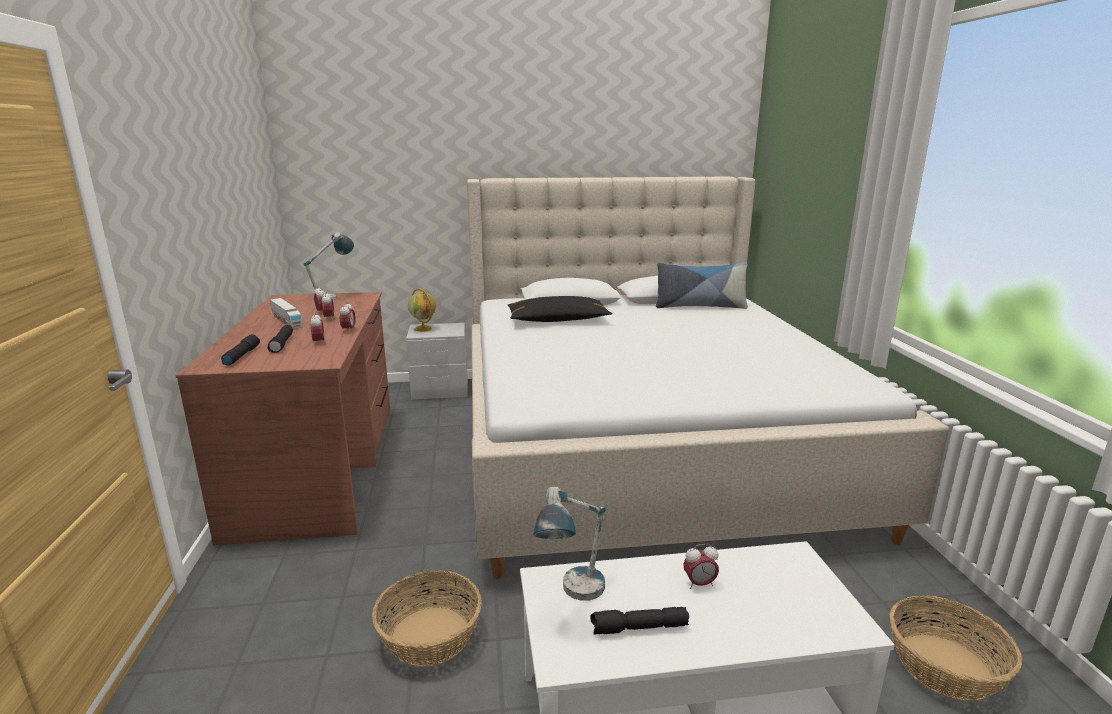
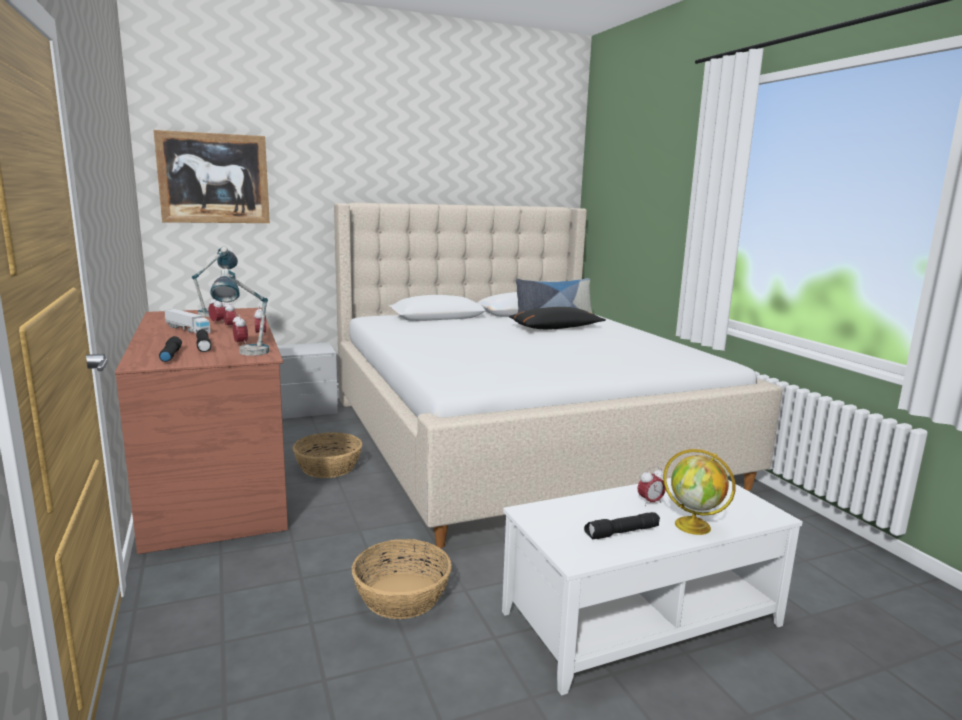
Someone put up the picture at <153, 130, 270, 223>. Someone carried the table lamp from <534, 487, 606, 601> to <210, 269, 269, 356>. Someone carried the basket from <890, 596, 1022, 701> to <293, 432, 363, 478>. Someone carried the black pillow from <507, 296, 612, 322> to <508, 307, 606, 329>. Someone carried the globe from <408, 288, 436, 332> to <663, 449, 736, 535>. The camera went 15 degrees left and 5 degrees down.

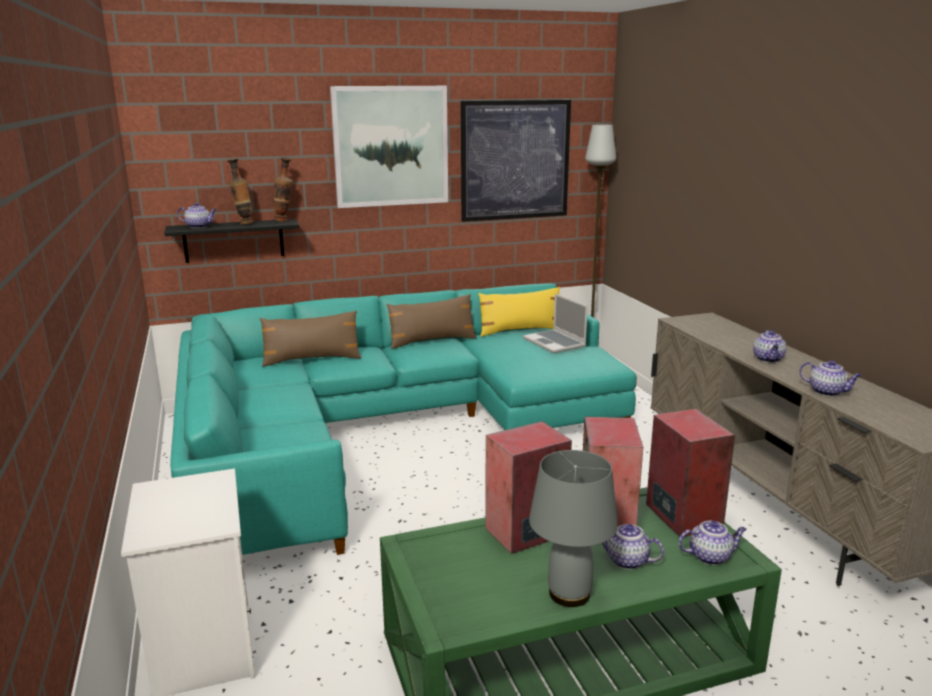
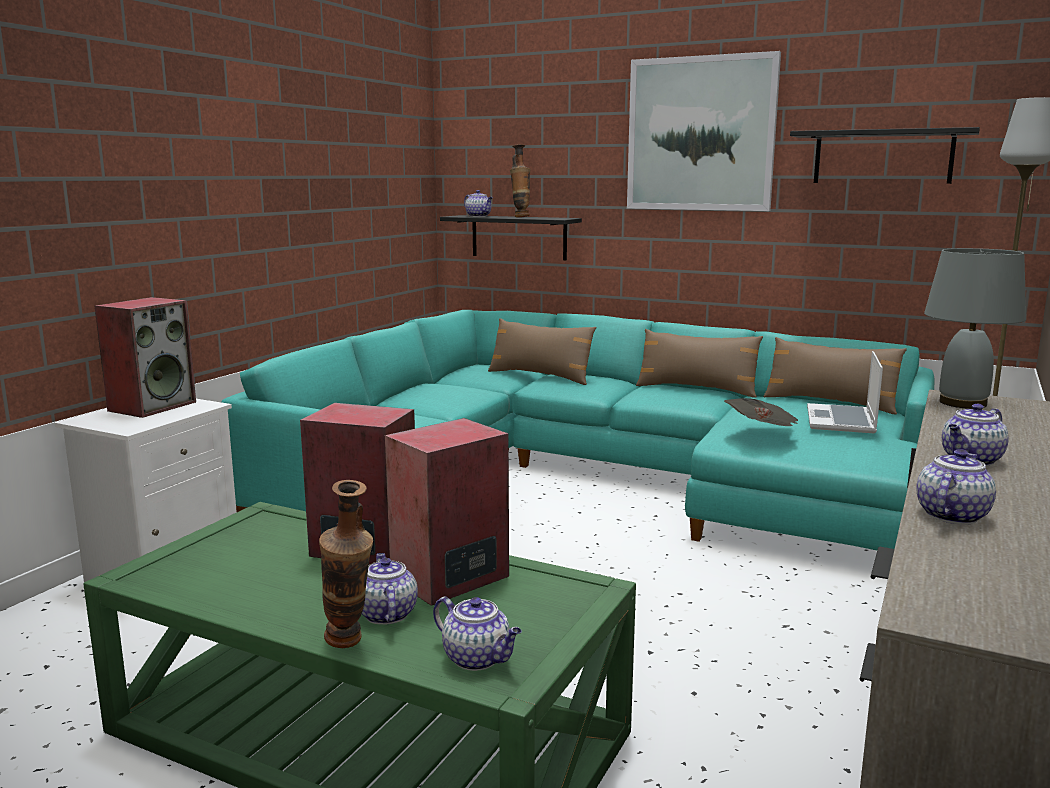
Someone carried the speaker from <646, 409, 735, 537> to <95, 297, 196, 418>. Someone carried the vase from <274, 157, 293, 222> to <319, 480, 373, 648>. Someone put down the newspaper at <724, 398, 798, 426>. Someone repainted the yellow pillow at <478, 287, 560, 337>, which became the brown pillow at <763, 337, 907, 414>. Someone swapped the picture at <461, 100, 571, 222> for the black shelf at <790, 127, 980, 184>. Someone rotated the teapot at <799, 360, 862, 396> by 135 degrees counterclockwise. Someone carried the grey table lamp from <529, 450, 618, 607> to <924, 248, 1026, 409>. The camera went 45 degrees right and 5 degrees down.

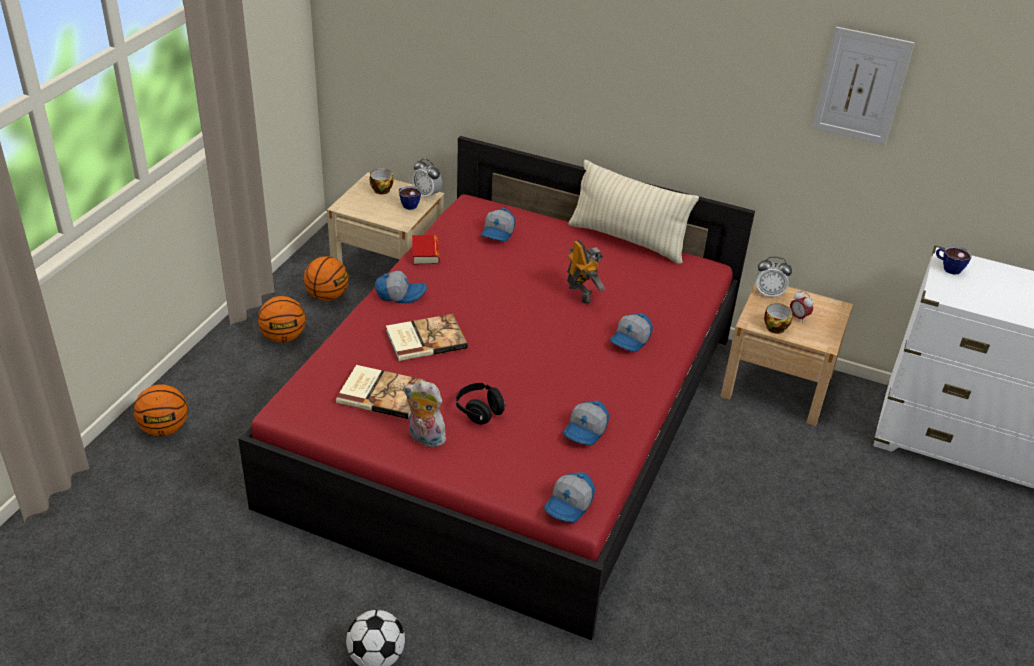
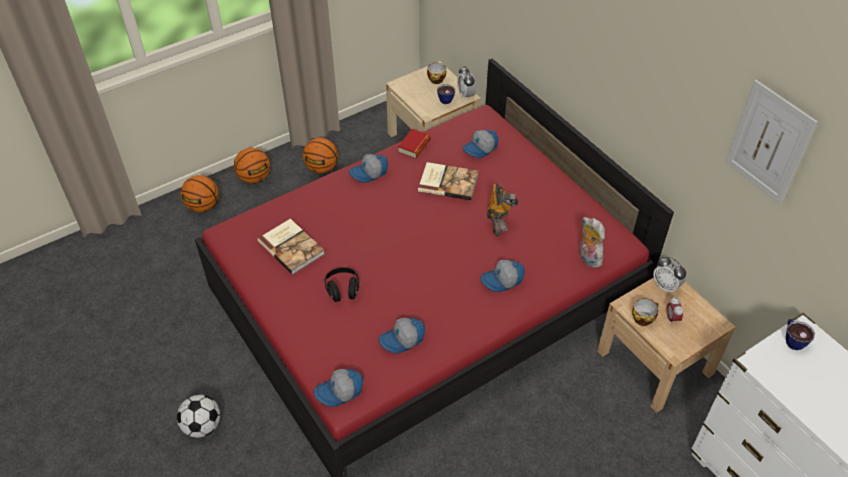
Someone carried the basketball from <304, 256, 349, 301> to <234, 148, 270, 183>. Someone rotated the cap at <375, 271, 427, 303> by 120 degrees clockwise. Someone carried the book from <386, 314, 468, 361> to <418, 162, 479, 200>. Someone carried the plush toy from <404, 380, 446, 447> to <579, 217, 605, 268>. Someone took away the beige pillow at <568, 160, 699, 264>. The camera went 35 degrees right and 10 degrees up.

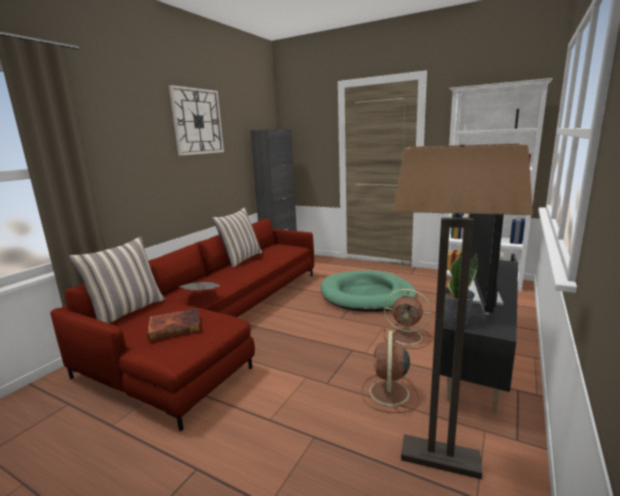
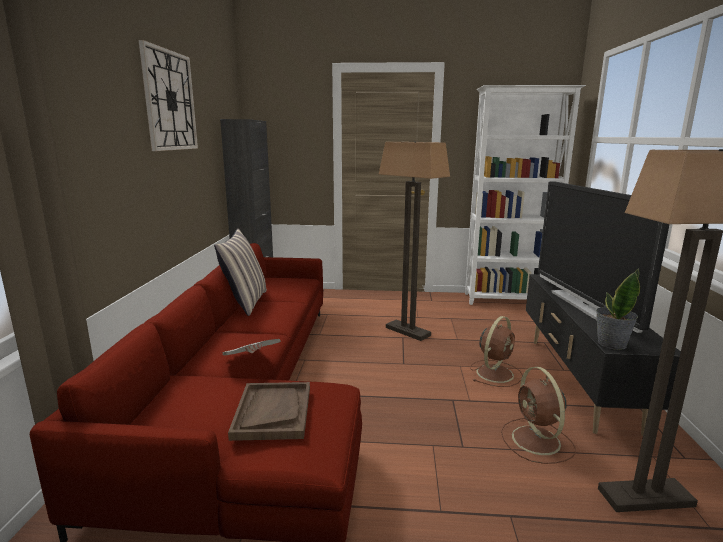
Someone swapped the book at <147, 308, 201, 341> for the brown tray at <228, 382, 310, 441>. Someone swapped the green dog bed at <321, 270, 416, 312> for the floor lamp at <379, 142, 450, 341>. Someone rotated the brown fan at <384, 289, 431, 349> by 45 degrees counterclockwise. Someone took away the pillow at <68, 237, 166, 323>. The camera went 25 degrees left and 0 degrees up.

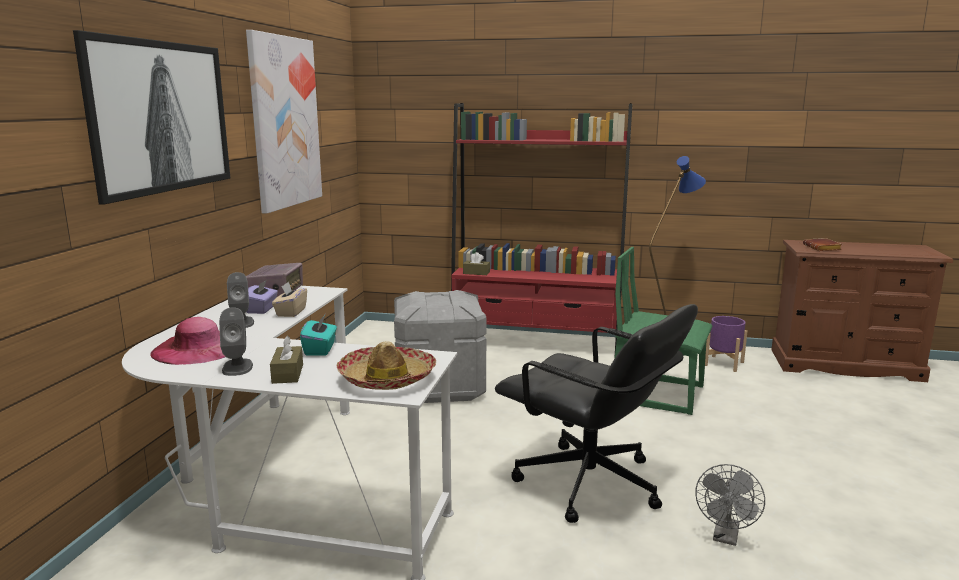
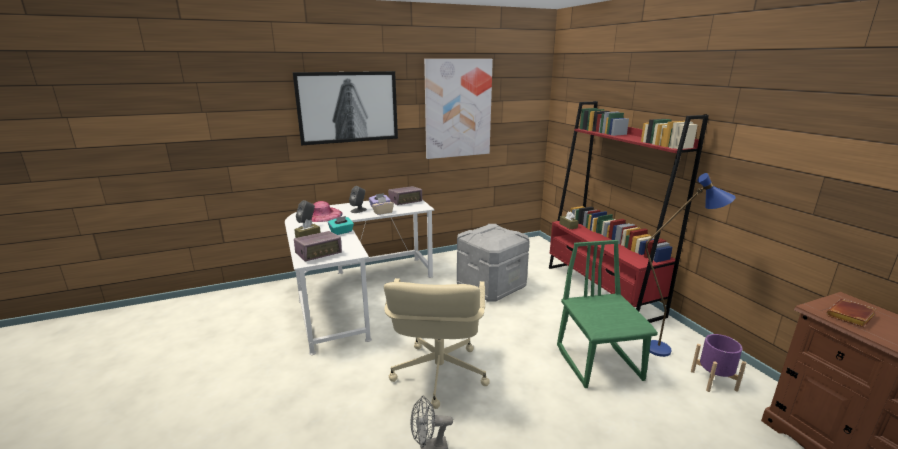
Someone swapped the hat at <337, 341, 436, 390> for the radio at <294, 231, 342, 262>. Someone repainted the black office chair at <495, 304, 698, 523>, which became the beige office chair at <384, 278, 490, 409>. The camera went 55 degrees right and 5 degrees up.

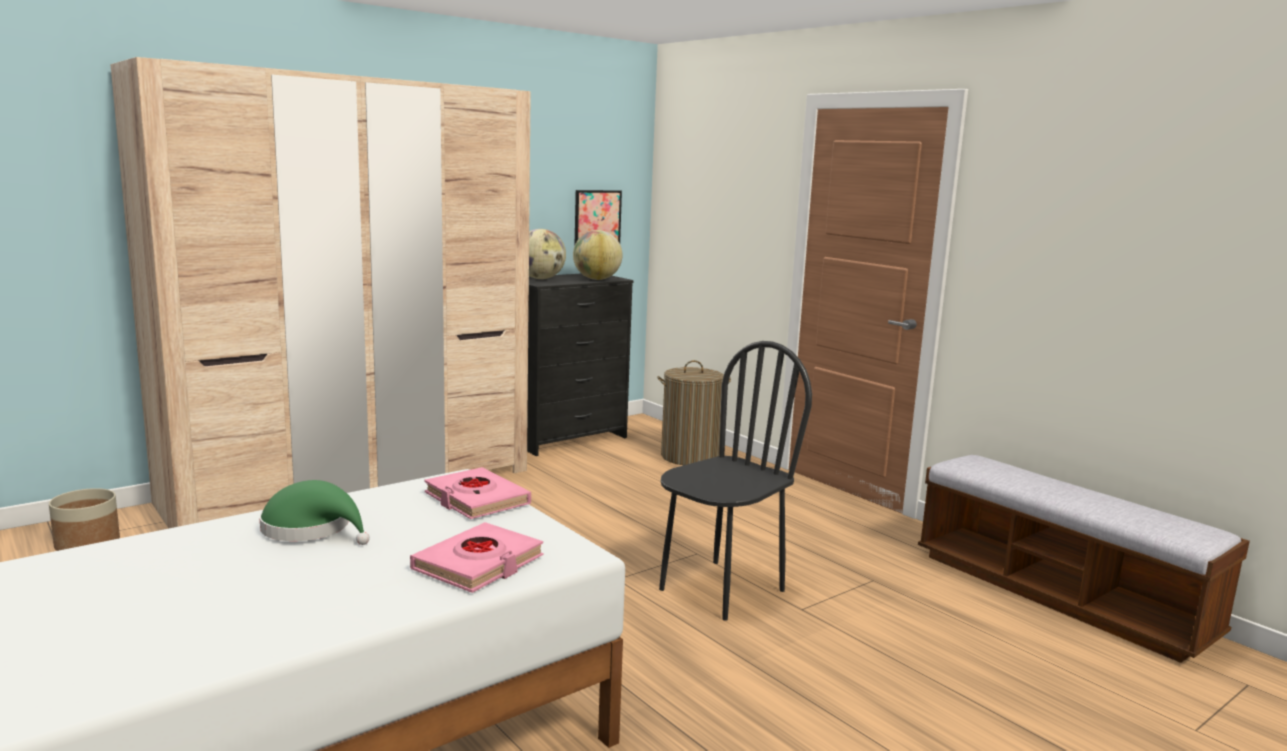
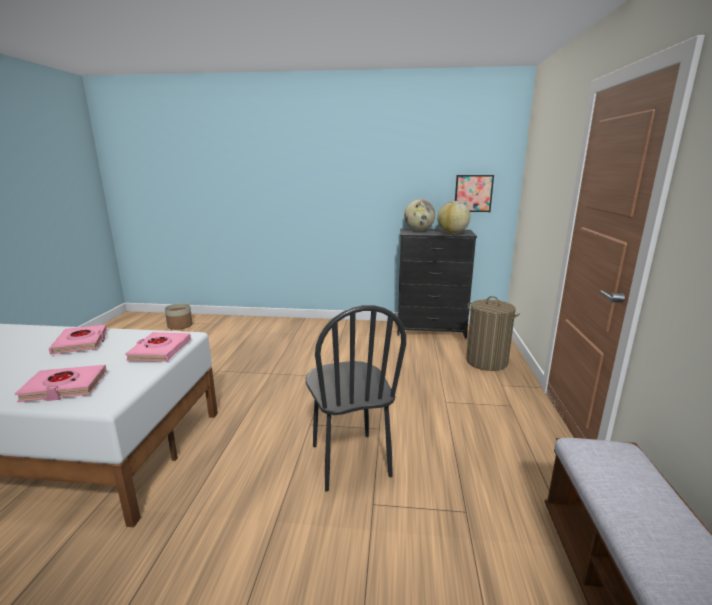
Someone swapped the green hat at <259, 480, 370, 545> for the pink book at <49, 324, 108, 355>. Someone rotated the black chair at <659, 341, 812, 621> by 75 degrees clockwise. Someone took away the beige wardrobe at <110, 57, 531, 528>. The camera went 45 degrees right and 5 degrees up.

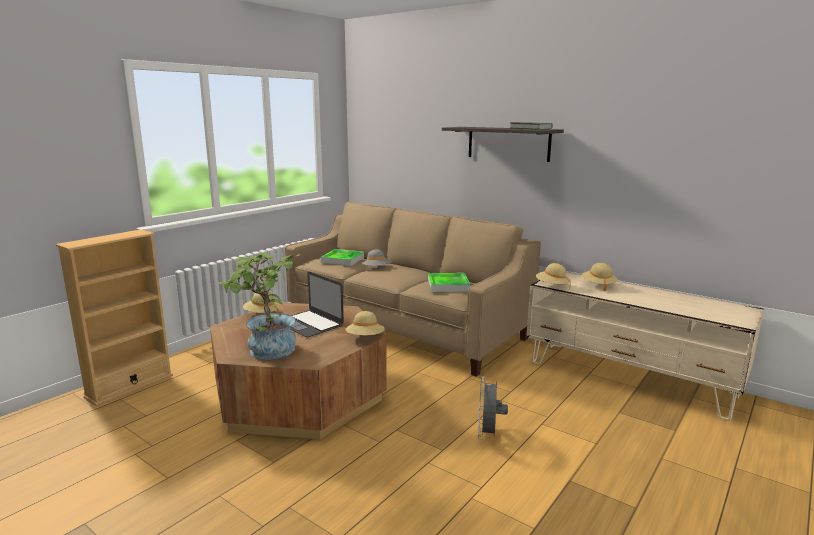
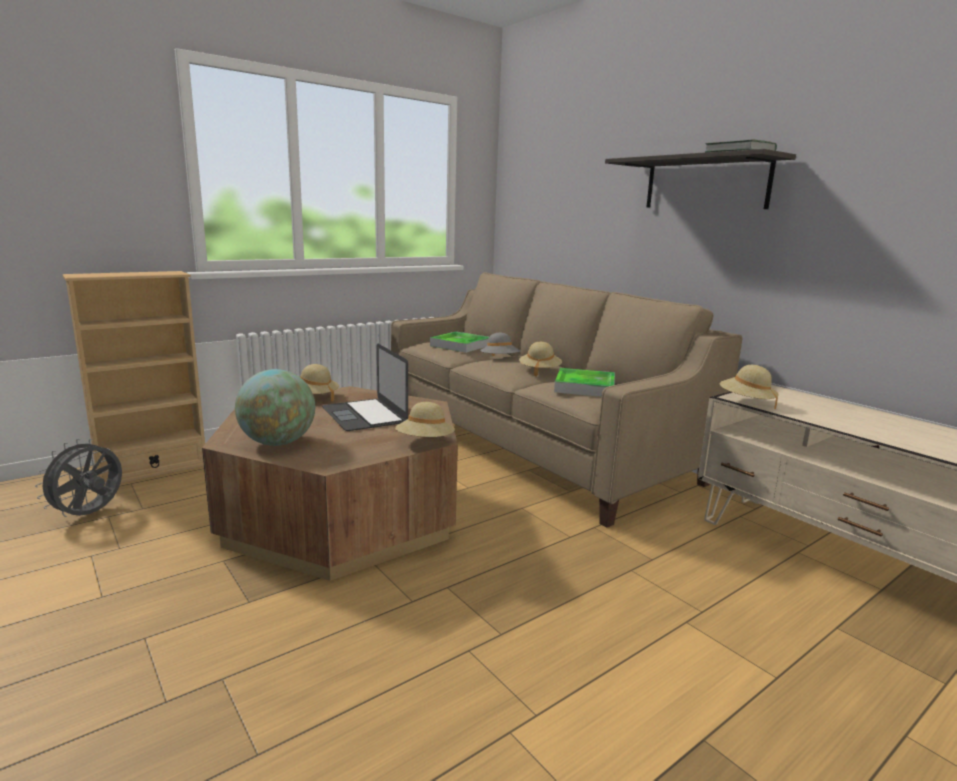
Someone carried the grey fan from <478, 376, 508, 440> to <35, 439, 122, 517>. Someone swapped the potted plant at <219, 253, 301, 360> for the globe at <235, 369, 315, 446>. Someone carried the beige hat from <582, 263, 618, 291> to <519, 342, 562, 377>. The camera went 15 degrees right and 0 degrees up.

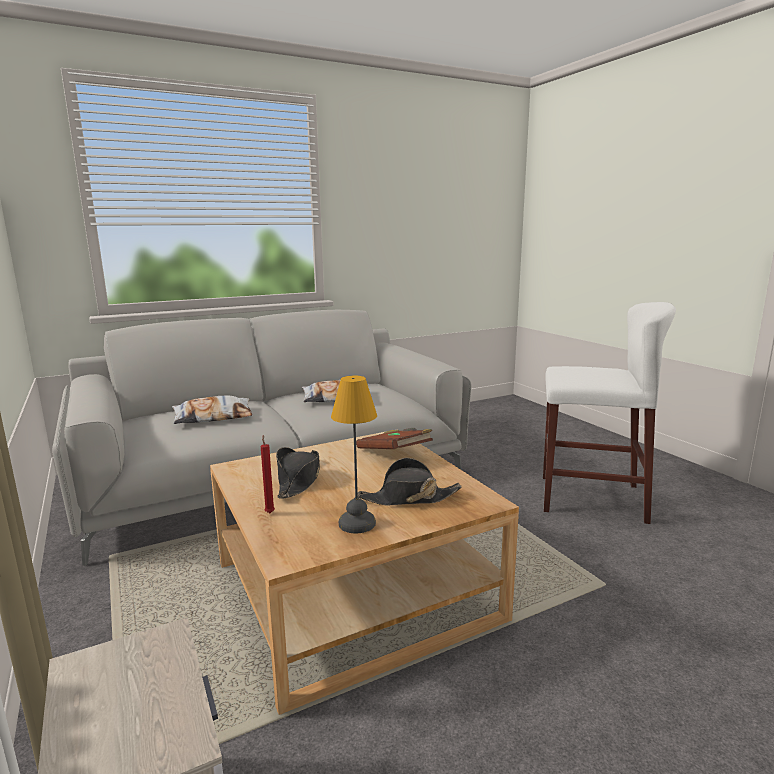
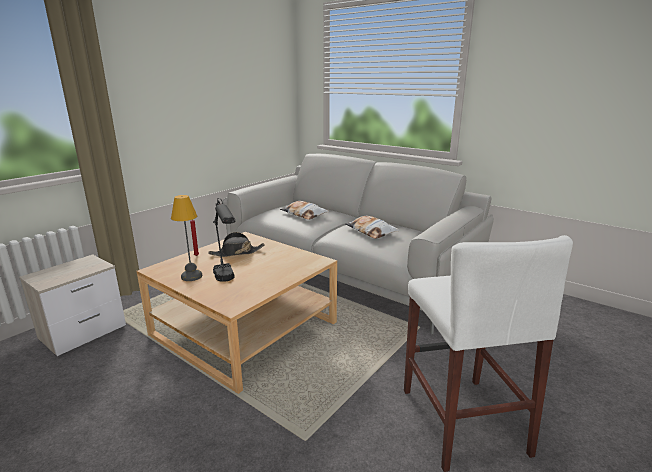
Someone swapped the black hat at <358, 458, 462, 506> for the black table lamp at <213, 198, 235, 282>. Someone took away the brown book at <356, 428, 433, 449>. The camera went 65 degrees right and 5 degrees up.

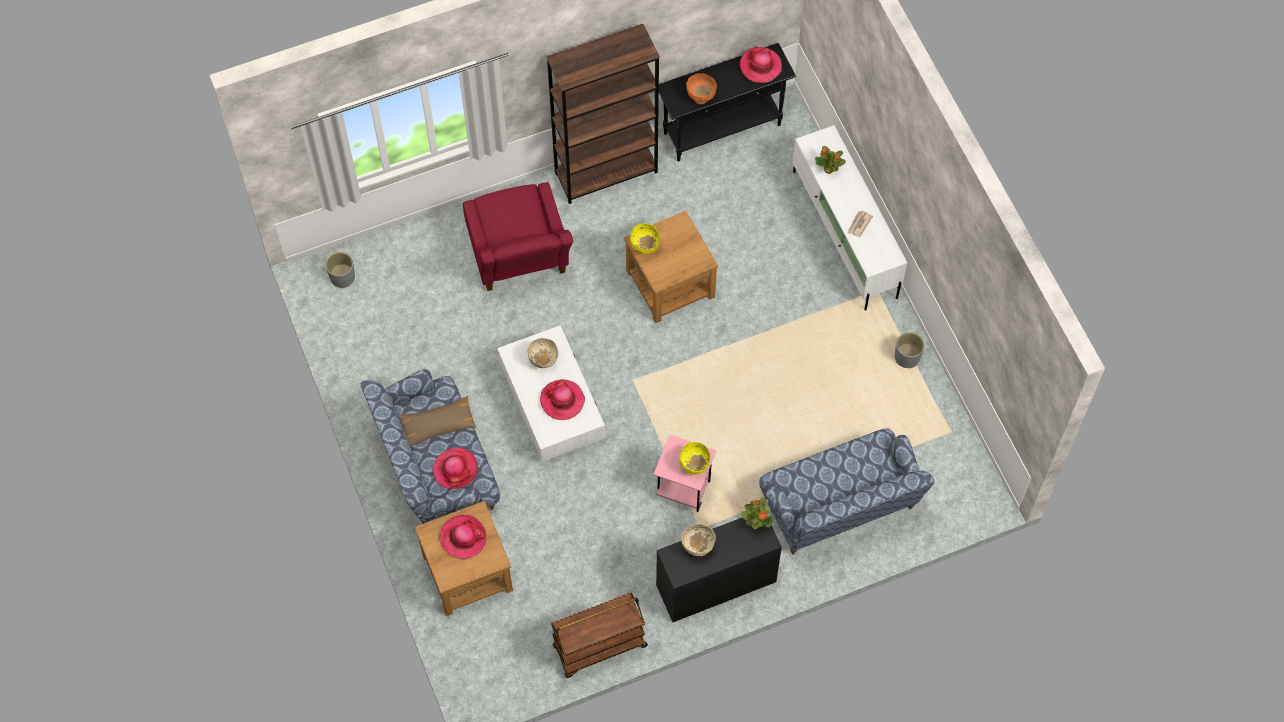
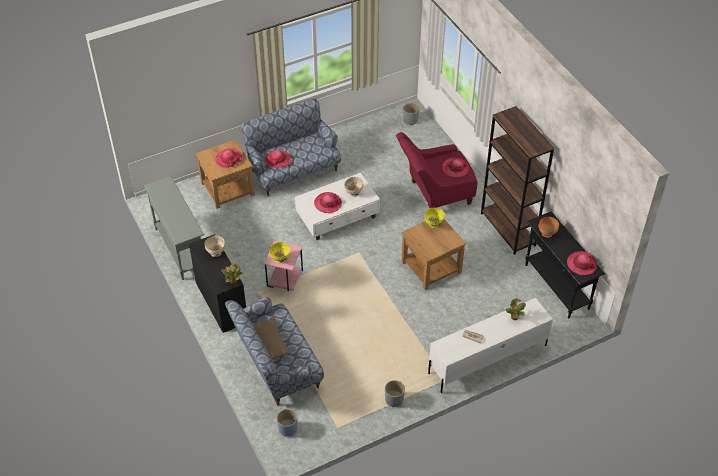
Someone swapped the brown cart at <551, 593, 648, 678> for the grey console table at <144, 176, 204, 280>. Someone carried the brown pillow from <398, 396, 477, 446> to <253, 317, 291, 360>. Someone put down the blue planter at <277, 409, 297, 437>. Someone put down the hat at <442, 157, 470, 177>. The camera went 85 degrees right and 15 degrees down.

